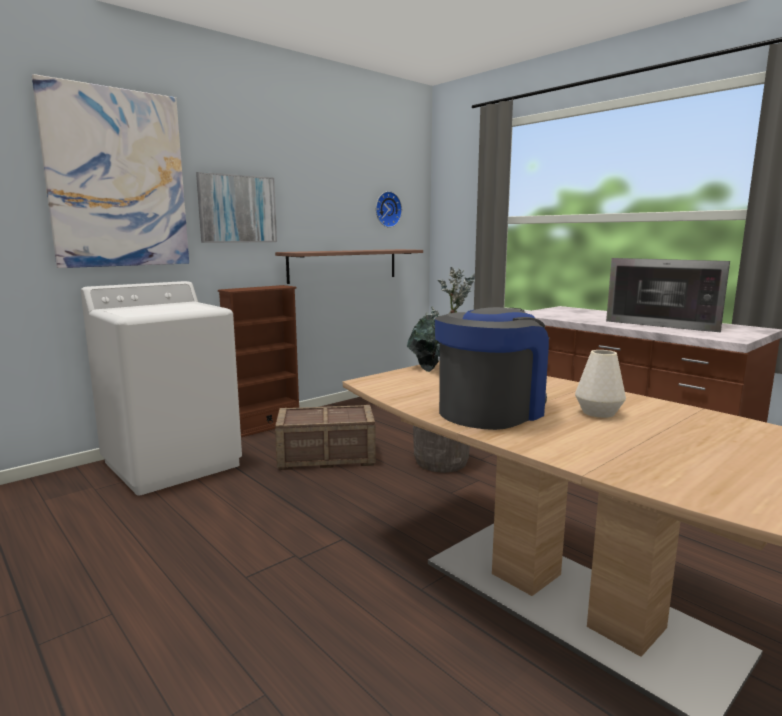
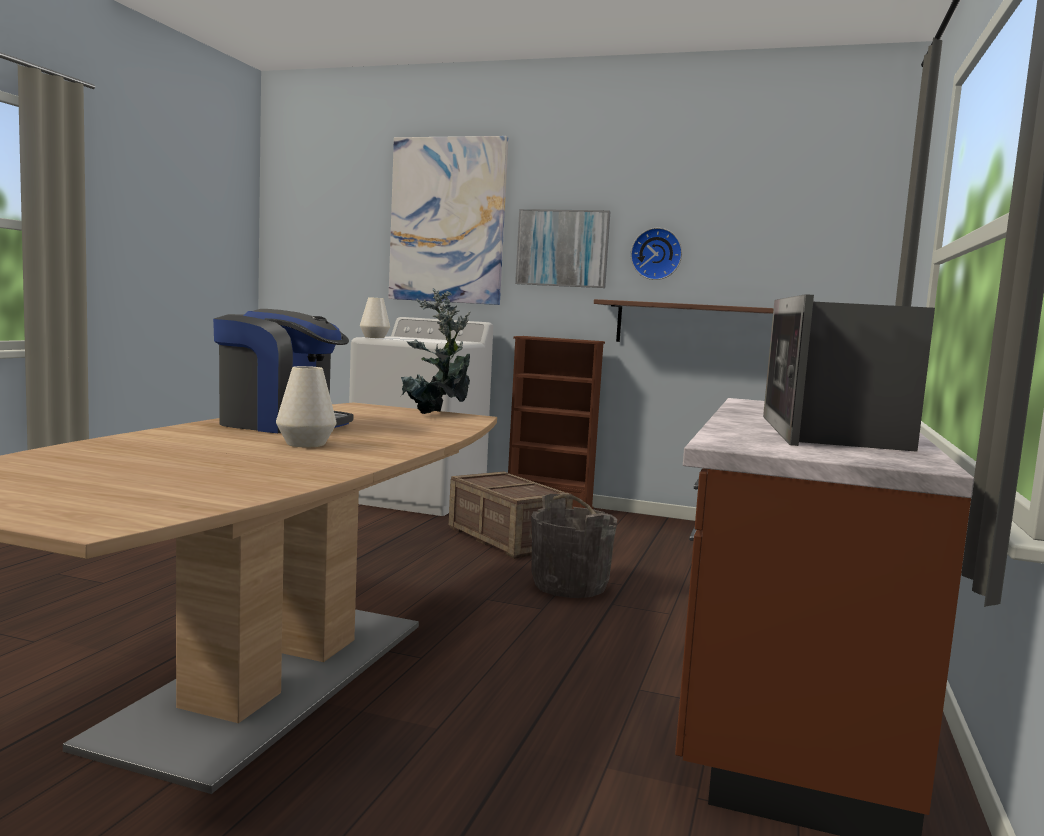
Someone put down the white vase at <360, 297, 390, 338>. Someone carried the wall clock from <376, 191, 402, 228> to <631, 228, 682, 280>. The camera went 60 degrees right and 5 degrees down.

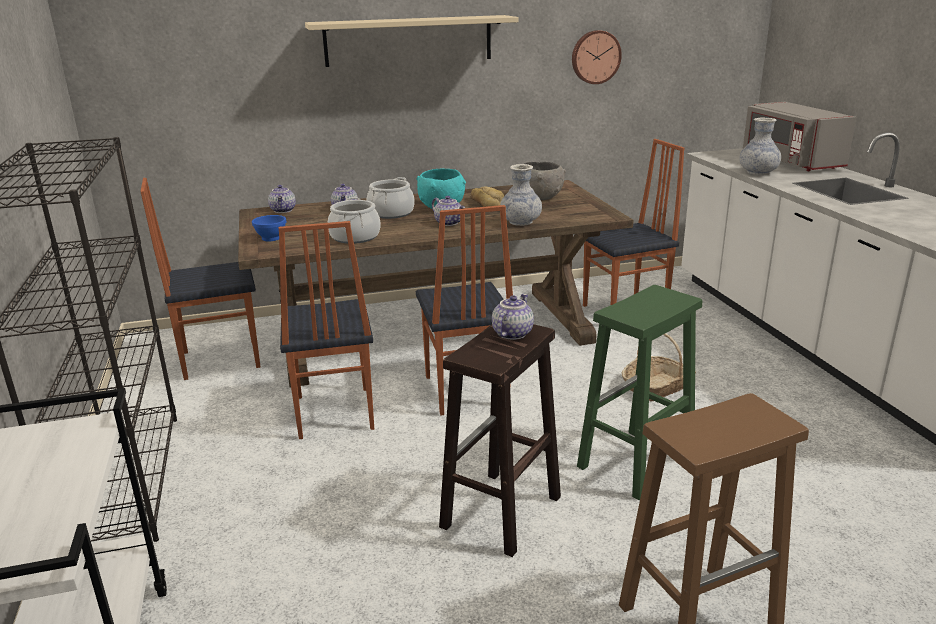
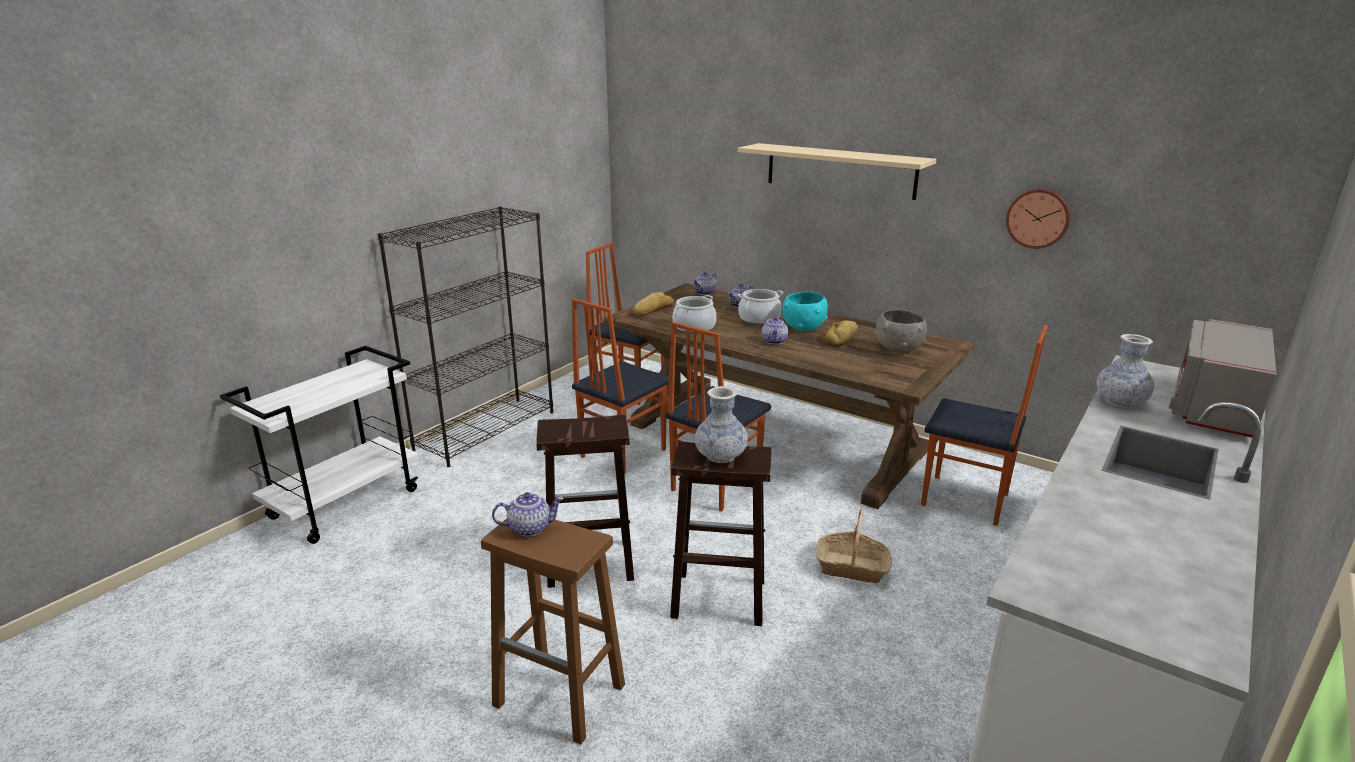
Someone carried the teapot from <492, 294, 534, 340> to <492, 492, 564, 537>. Someone swapped the blue bowl at <252, 215, 286, 241> for the bread at <633, 292, 674, 316>. Someone repainted the green stool at <577, 285, 702, 500>, which became the brown stool at <670, 441, 772, 626>. Someone carried the vase from <500, 164, 542, 226> to <695, 386, 748, 463>. The camera went 50 degrees right and 0 degrees up.

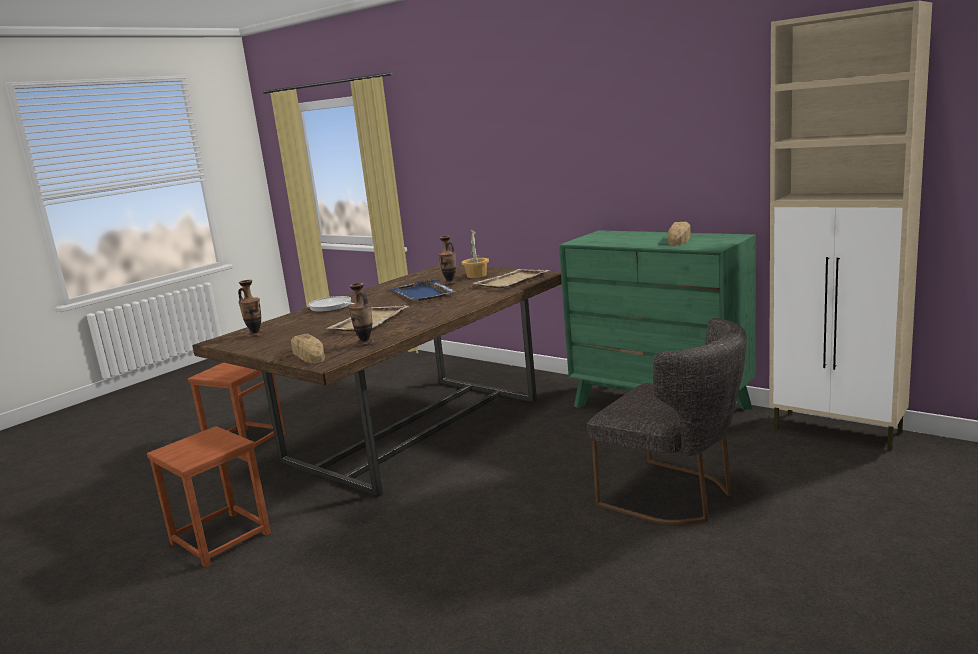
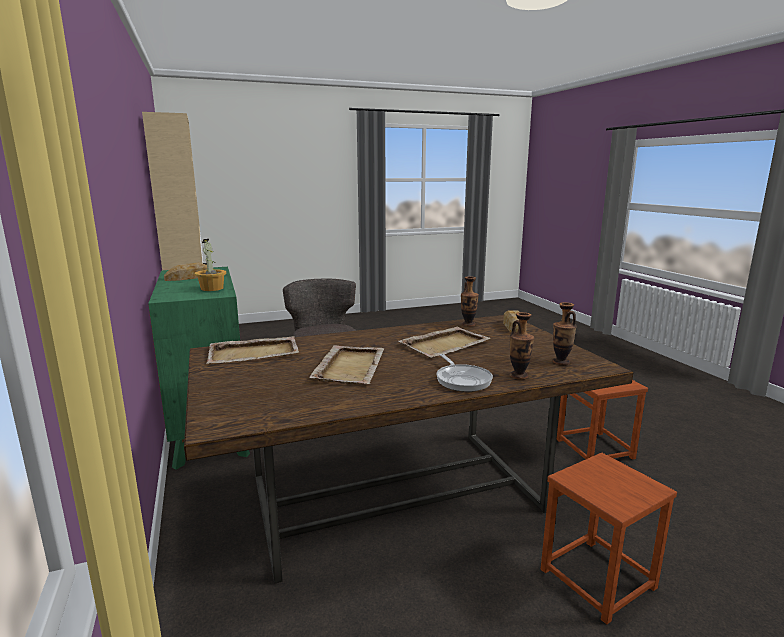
Someone carried the potted plant from <462, 230, 489, 278> to <195, 239, 226, 291>. Someone repainted the blue tray at <391, 279, 455, 301>, which became the beige tray at <309, 345, 384, 384>. Someone carried the vase from <438, 236, 457, 285> to <510, 312, 534, 379>. The camera went 150 degrees left and 0 degrees up.

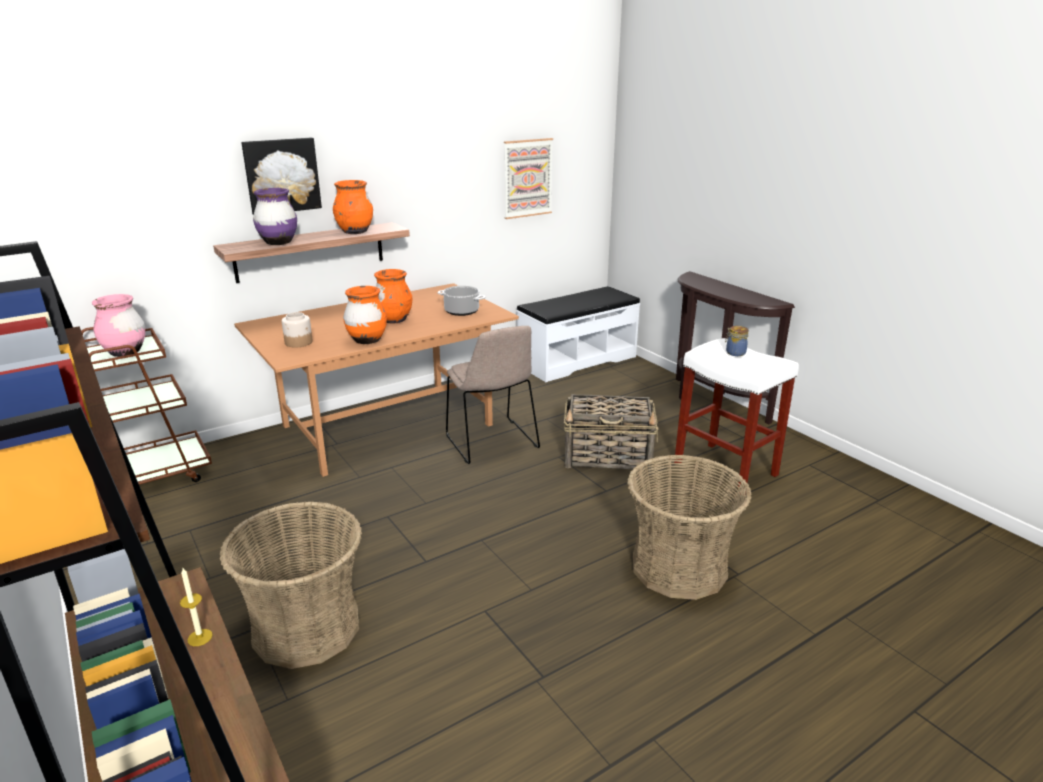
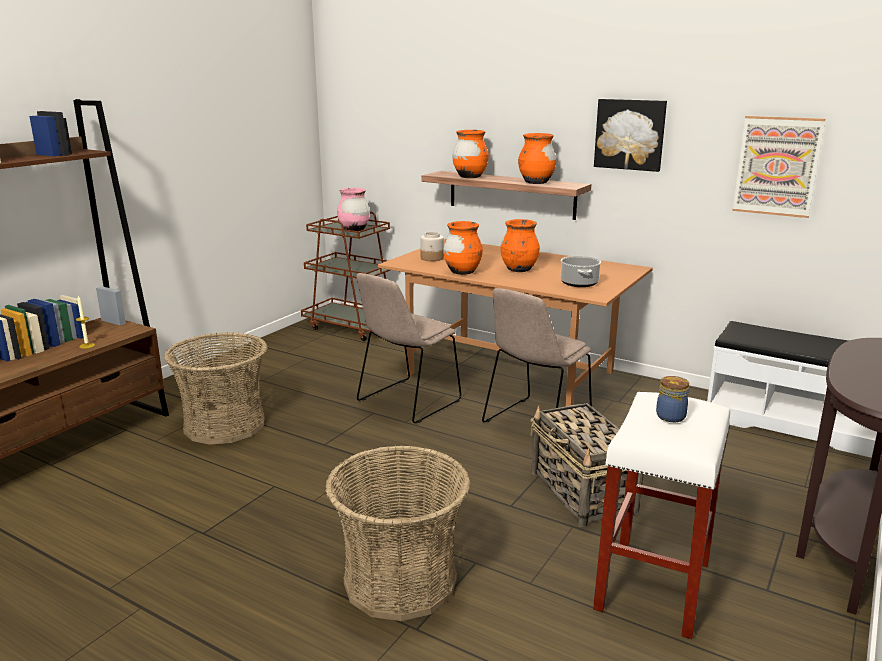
Someone put down the beige chair at <357, 273, 461, 423>. Someone repainted the purple vase at <253, 188, 297, 245>, which became the orange vase at <452, 130, 489, 178>. Someone carried the picture from <241, 138, 322, 215> to <594, 99, 667, 172>. The camera went 65 degrees right and 5 degrees down.

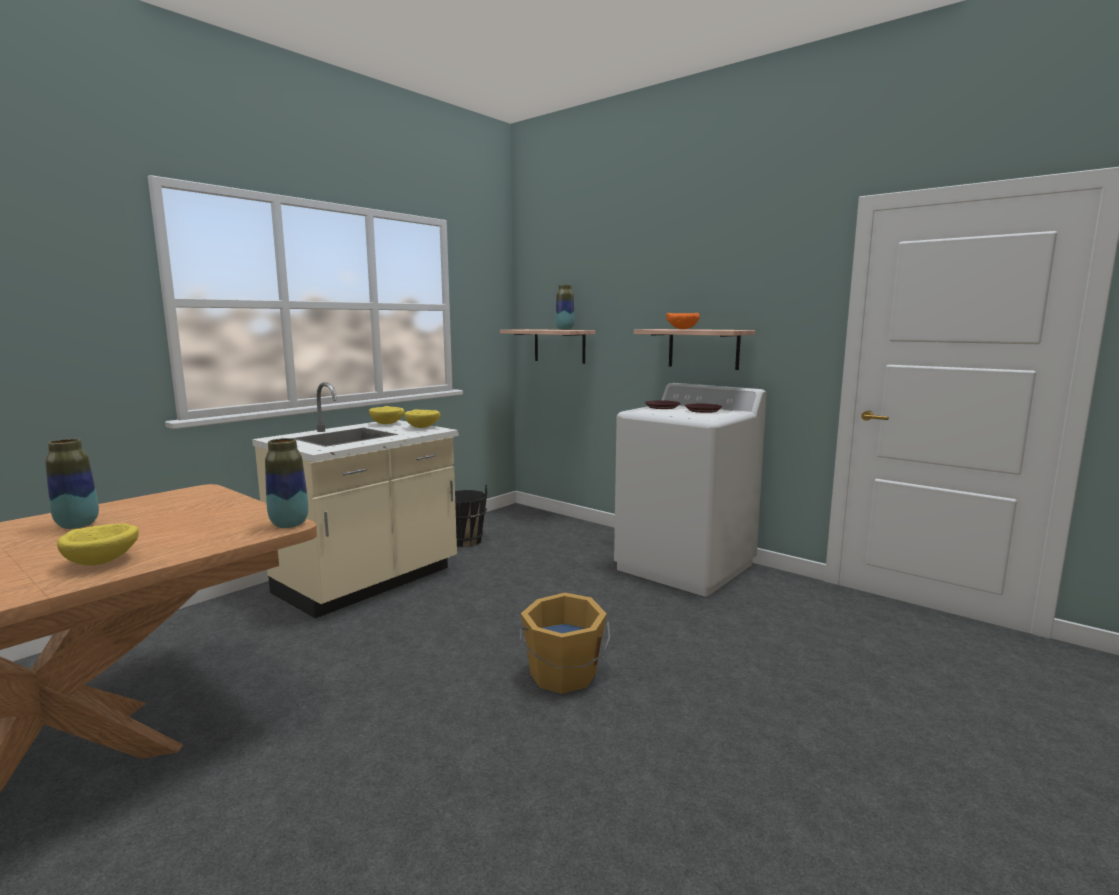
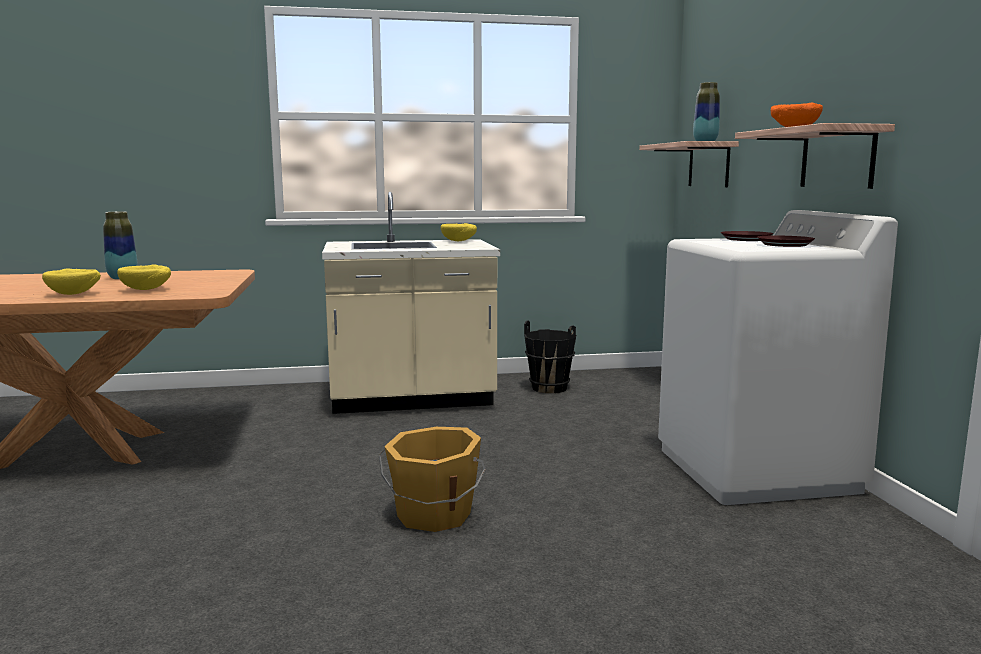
Someone carried the yellow bowl from <404, 409, 441, 428> to <117, 264, 171, 290>. Someone took away the vase at <265, 438, 309, 528>. The camera went 40 degrees right and 0 degrees up.

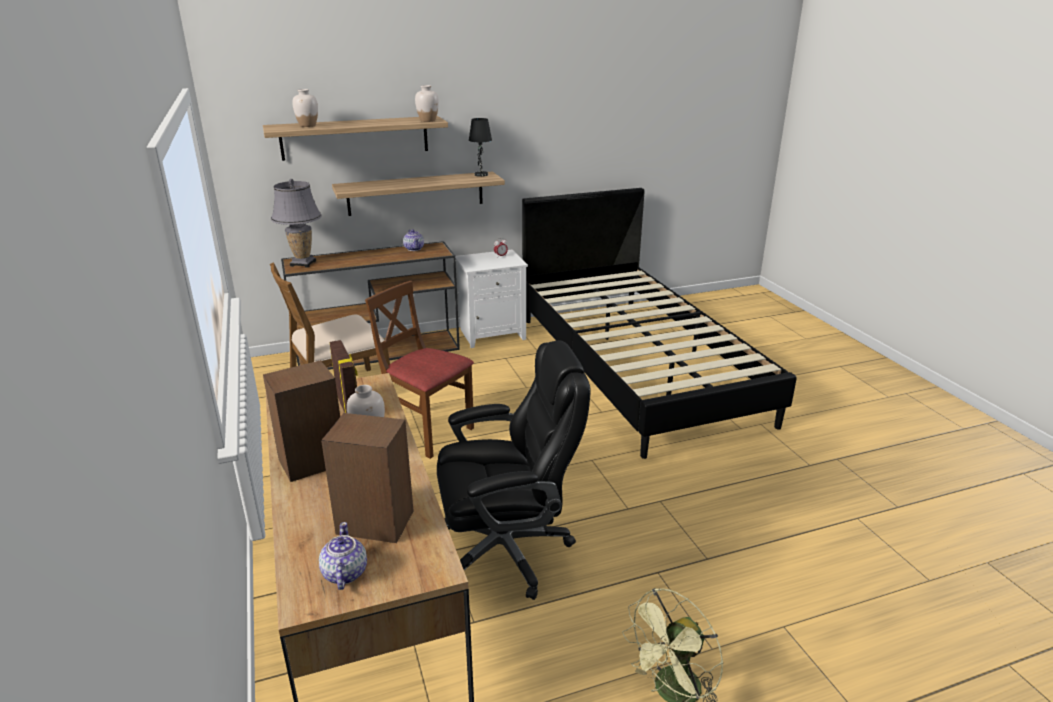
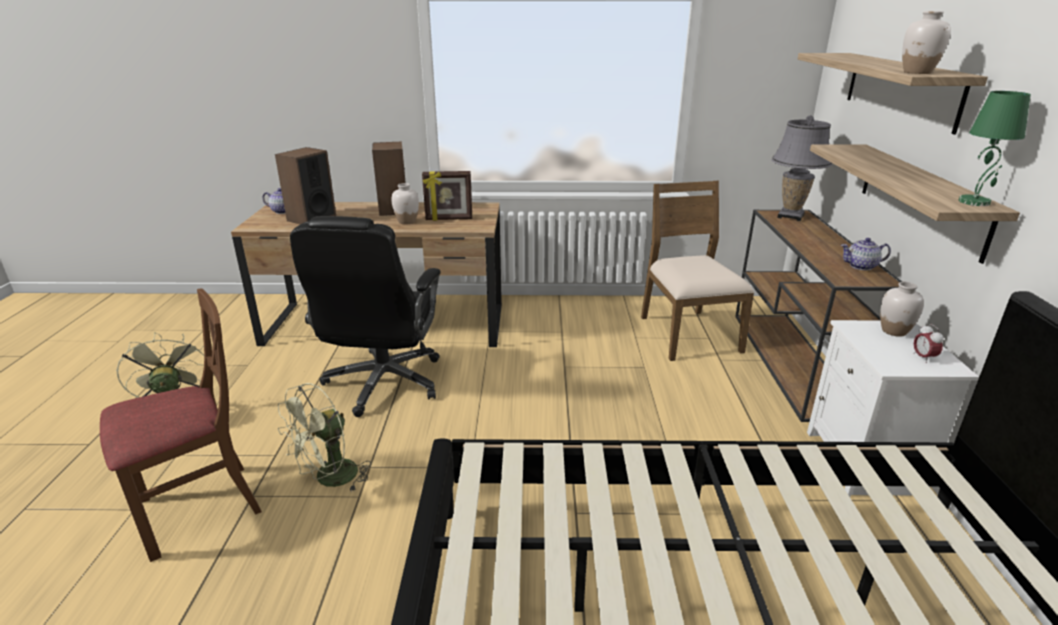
Someone carried the brown chair from <365, 281, 474, 459> to <100, 288, 262, 562>. Someone put down the green fan at <278, 383, 371, 491>. Someone carried the white vase from <292, 89, 318, 127> to <880, 282, 924, 337>. Someone repainted the black table lamp at <469, 118, 492, 177>, which became the green table lamp at <959, 91, 1031, 206>. The camera went 110 degrees right and 0 degrees up.

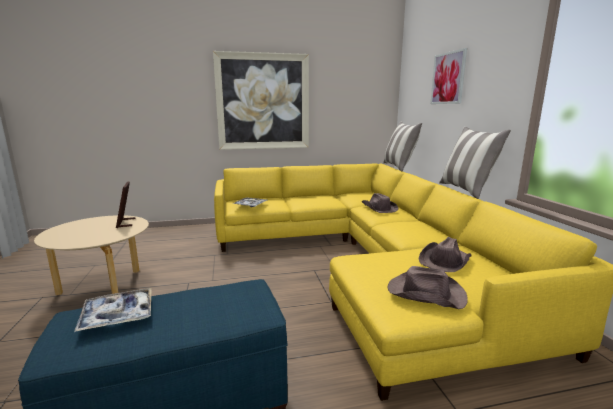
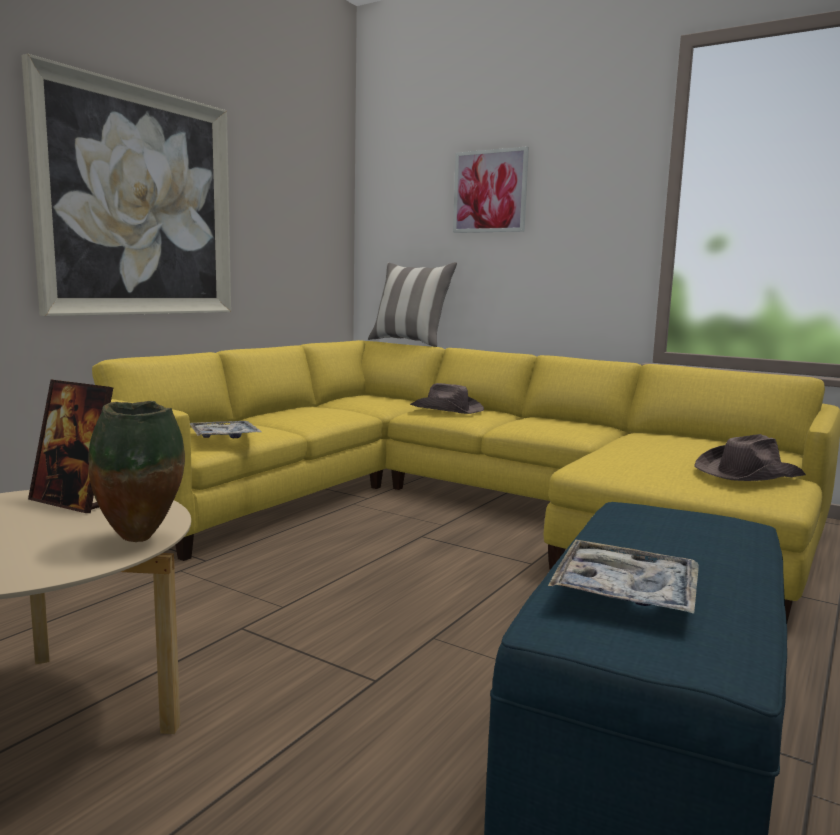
Someone put down the vase at <88, 401, 185, 542>. Someone took away the brown hat at <419, 237, 471, 272>. Someone took away the pillow at <439, 127, 511, 199>. The camera went 45 degrees left and 5 degrees down.

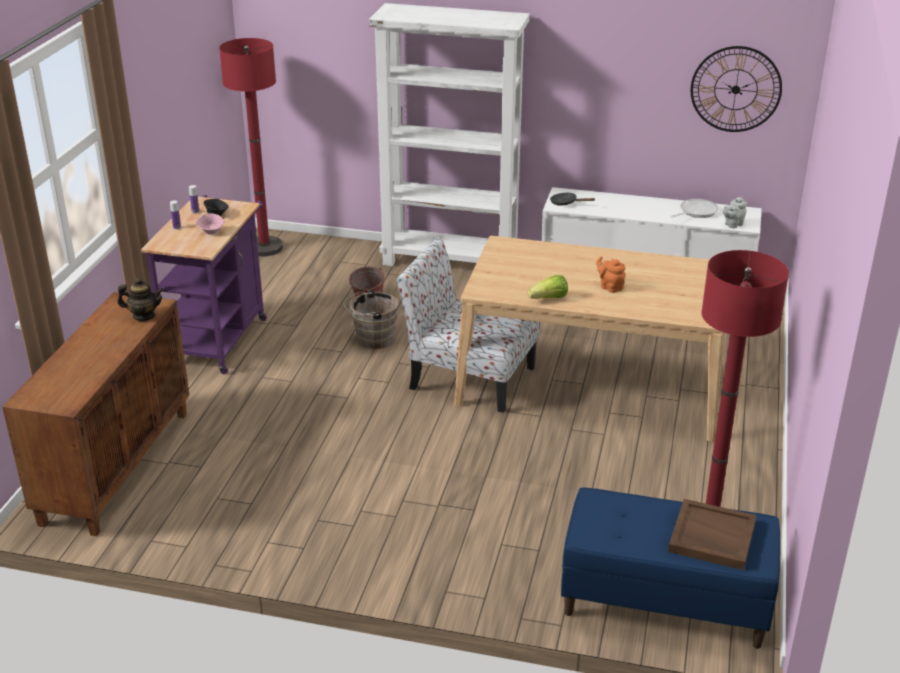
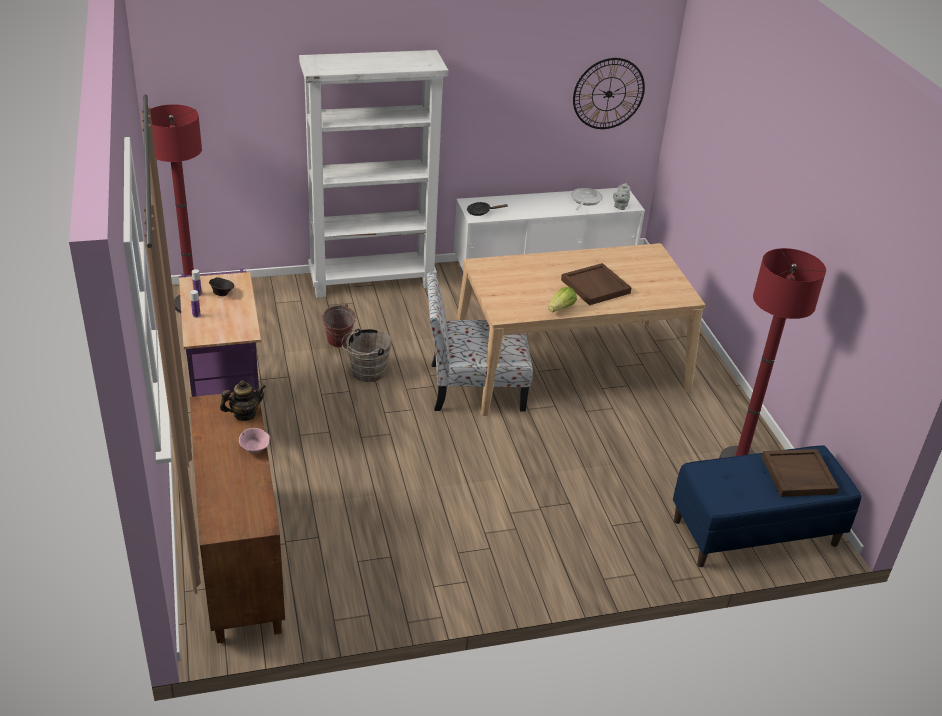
Someone carried the pink bowl from <195, 213, 224, 235> to <239, 428, 270, 453>. Someone swapped the orange teapot at <596, 256, 625, 293> for the brown tray at <561, 263, 632, 305>. The camera went 30 degrees left and 5 degrees up.

